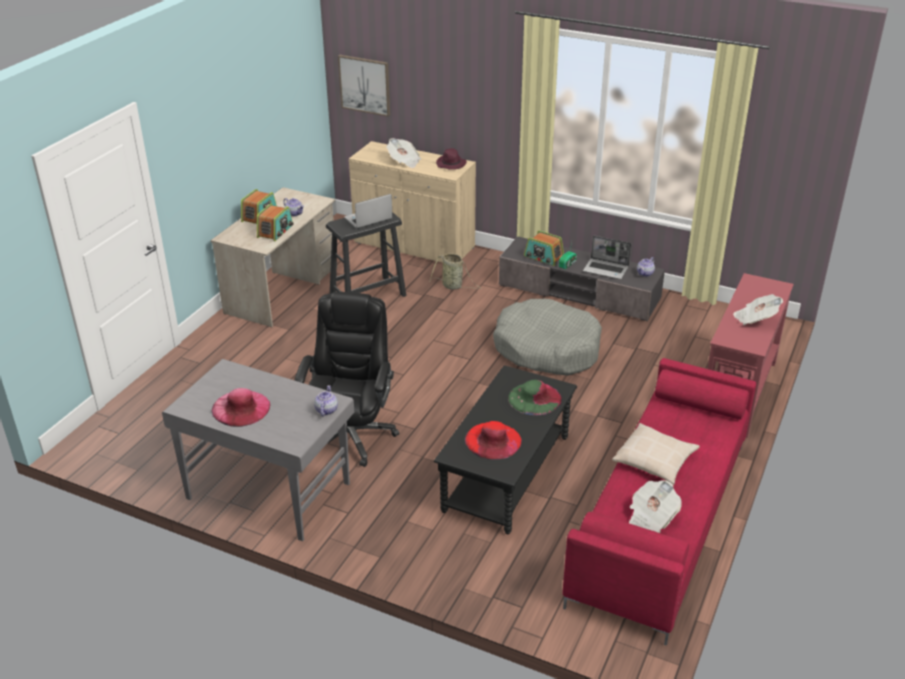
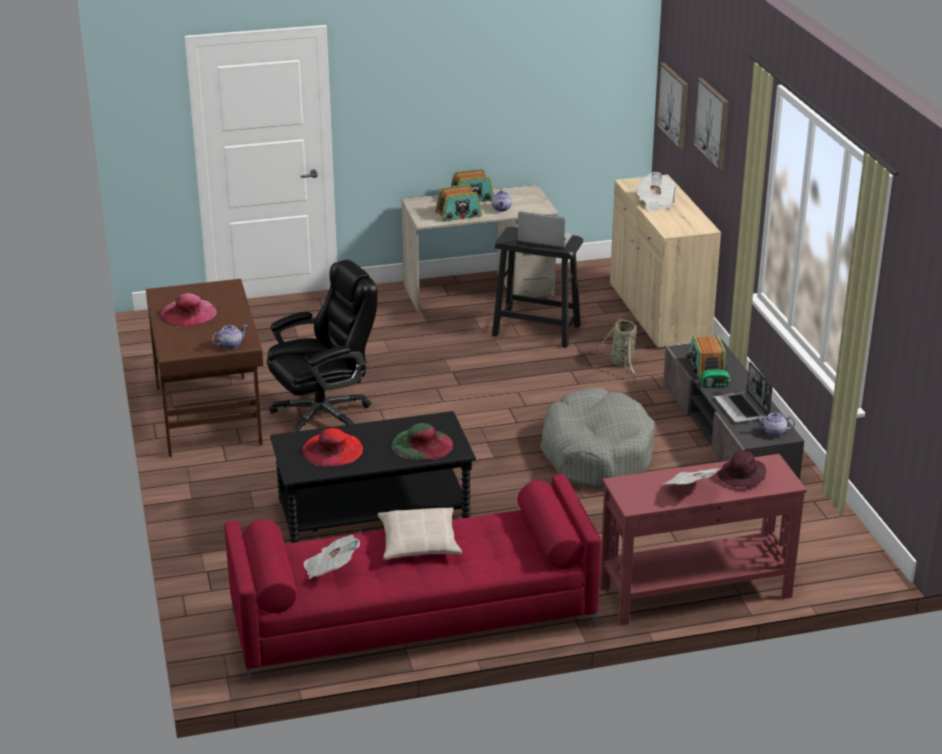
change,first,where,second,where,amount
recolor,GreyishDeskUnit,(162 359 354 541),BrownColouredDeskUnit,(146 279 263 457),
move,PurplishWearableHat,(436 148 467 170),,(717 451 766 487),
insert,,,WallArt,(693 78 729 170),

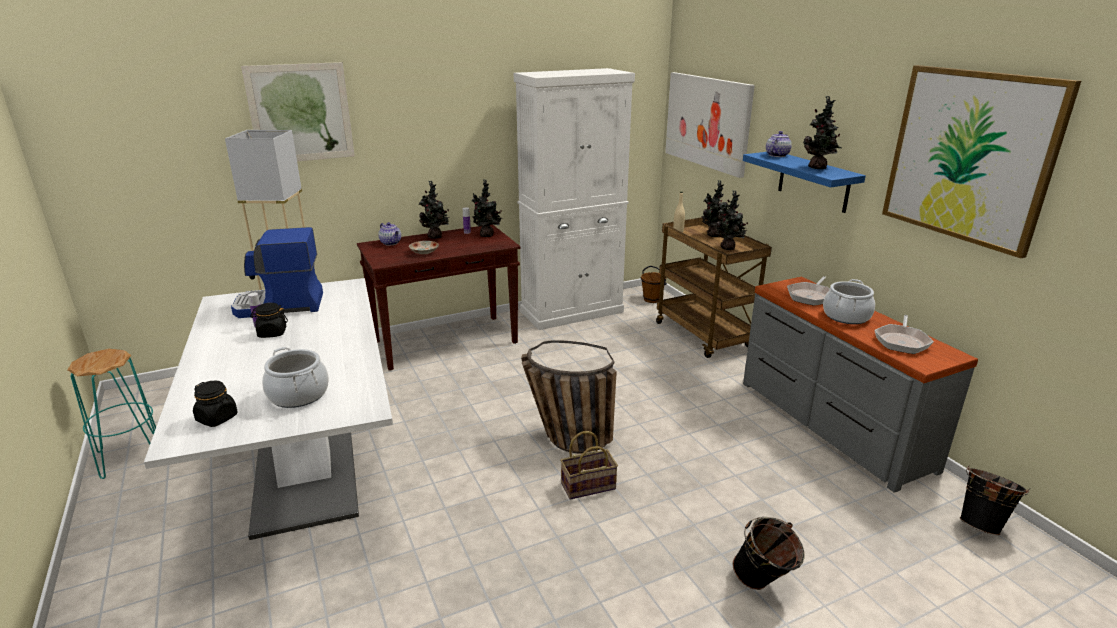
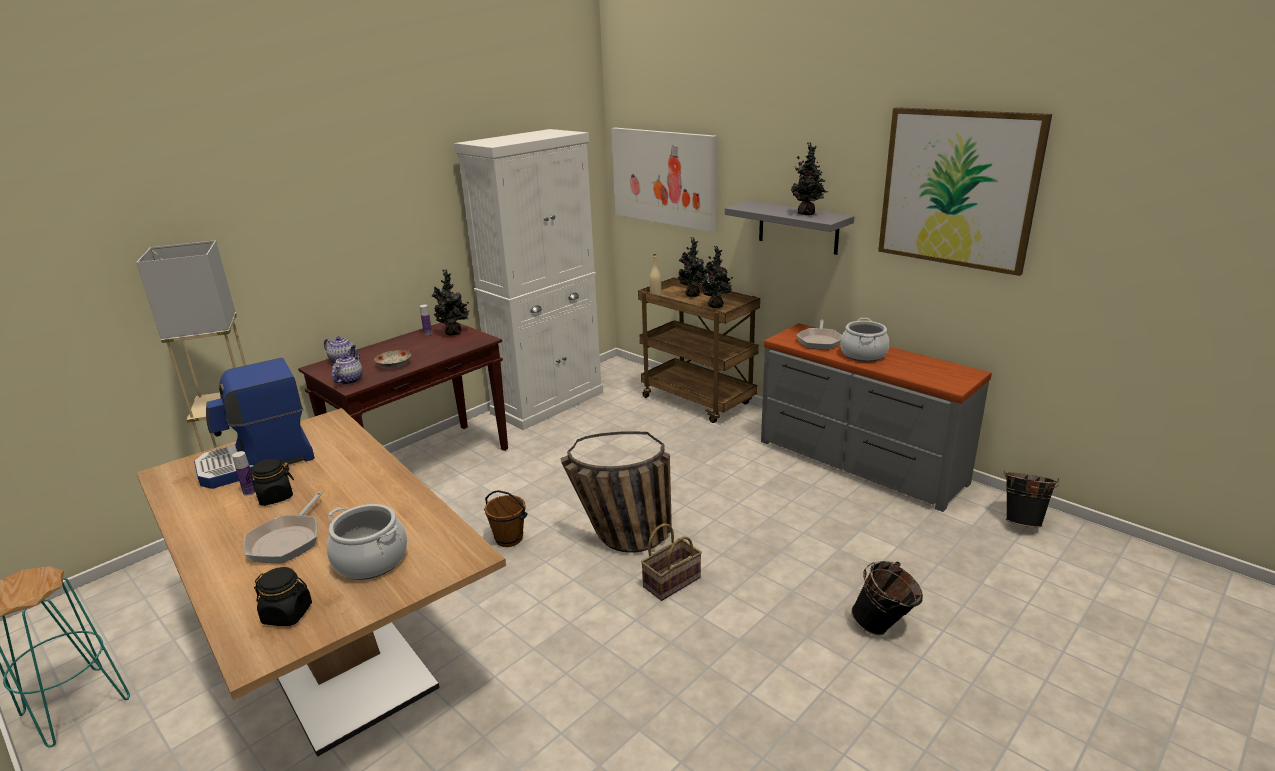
change,first,where,second,where,amount
recolor,WhiteColouredKitchenTable,(144 278 393 540),BrownColouredKitchenTable,(136 408 506 757),
delete,WallArt,(241 62 355 161),,,
delete,PlantInAPot,(419 181 450 239),,,
move,BrownColouredPail,(641 266 667 303),,(484 490 528 547),
recolor,BluishBracketShelf,(743 152 866 213),GreyishBracketShelf,(725 201 855 255),
move,PotForTea,(766 131 792 157),,(332 353 363 385),
move,Pan,(874 315 934 354),,(244 492 322 563),

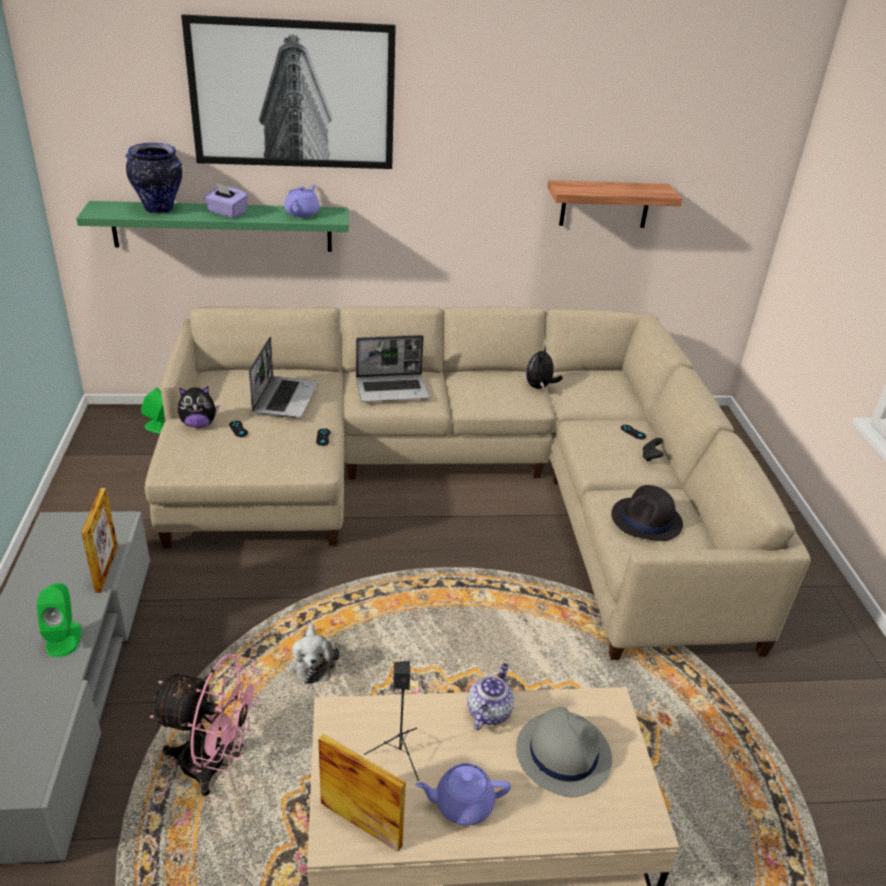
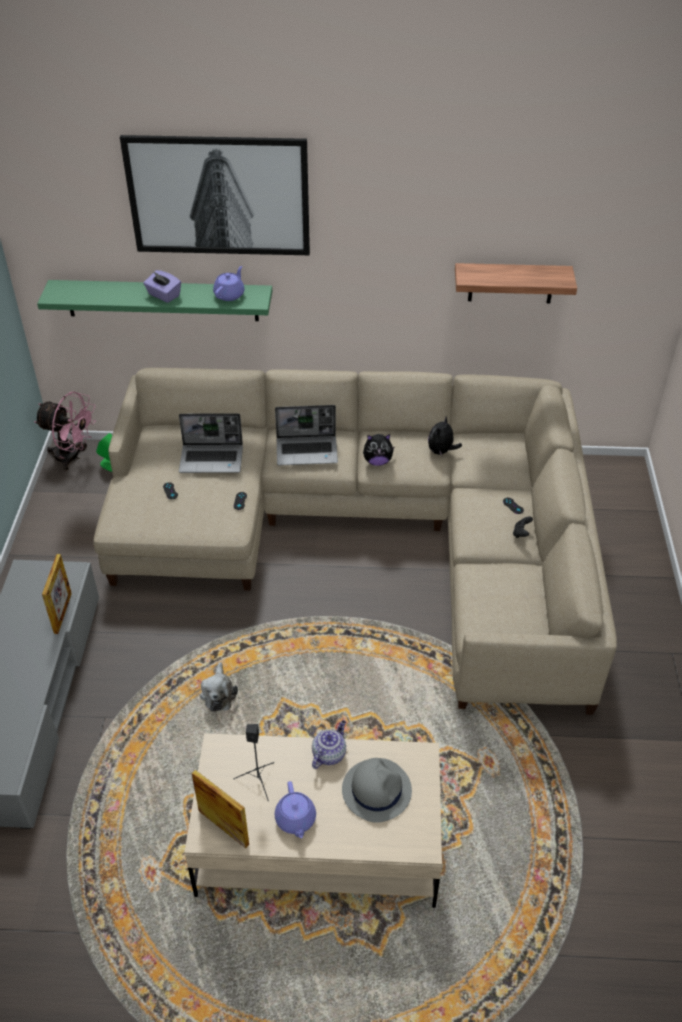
change,first,where,second,where,amount
delete,GreenishLoudspeaker,(36 583 82 657),,,
delete,DecorativeVase,(126 143 182 214),,,
move,PinkishFan,(150 654 261 796),,(34 392 96 471),
move,CuddlyToy,(178 386 219 428),,(363 434 395 466),
rotate,Laptop,(249 337 318 418),,(179 413 243 473),75 degrees clockwise
rotate,PurplishPotForTea,(415 763 511 825),,(275 781 316 838),105 degrees counterclockwise
delete,BlackColouredWearableHat,(611 485 683 541),,,

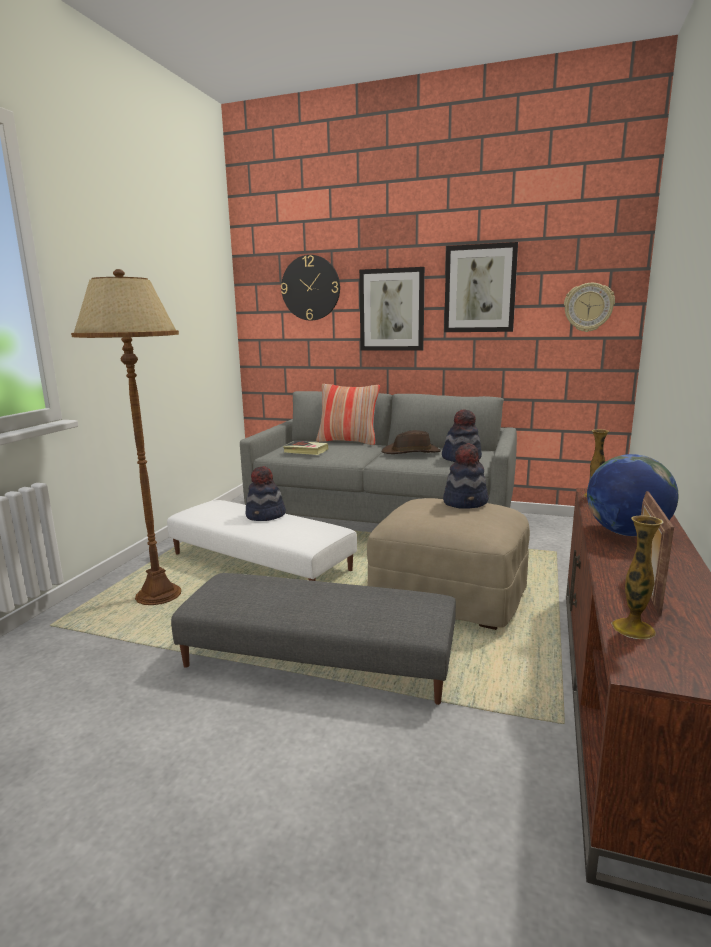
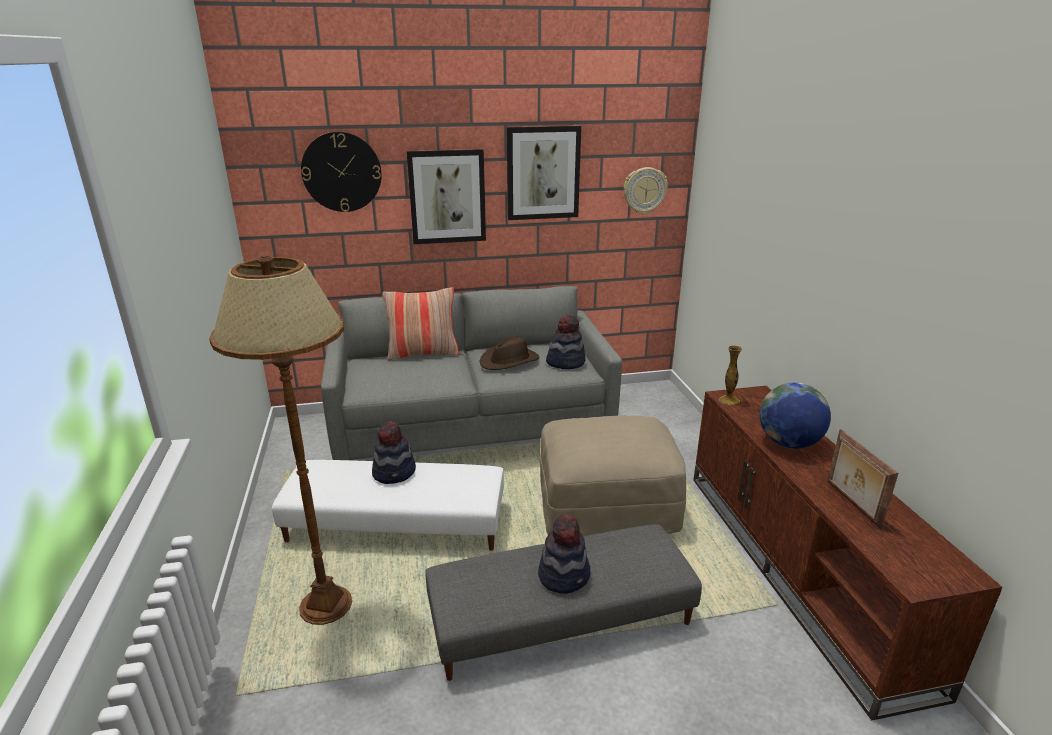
change,first,where,second,where,amount
delete,Volume,(283 441 328 455),,,
move,WearableHat,(443 443 489 509),,(538 514 591 594),
delete,DecorativeVase,(611 516 664 639),,,

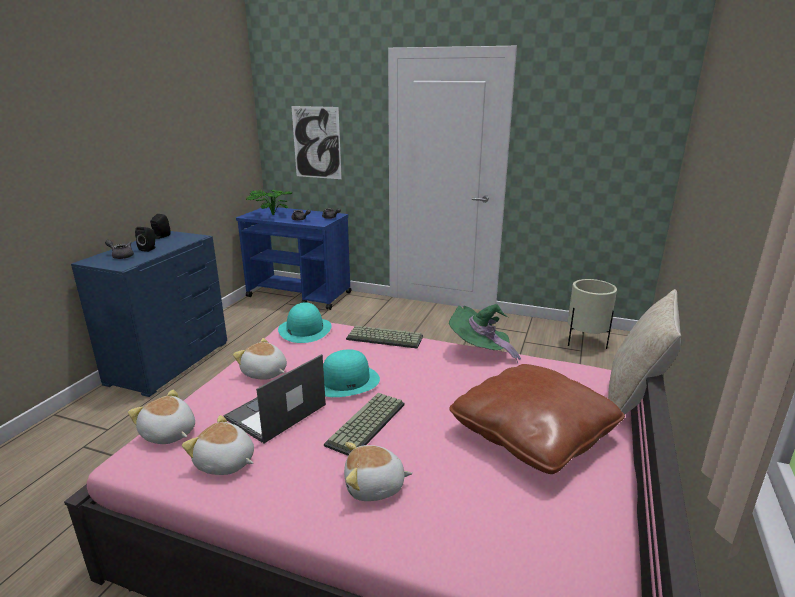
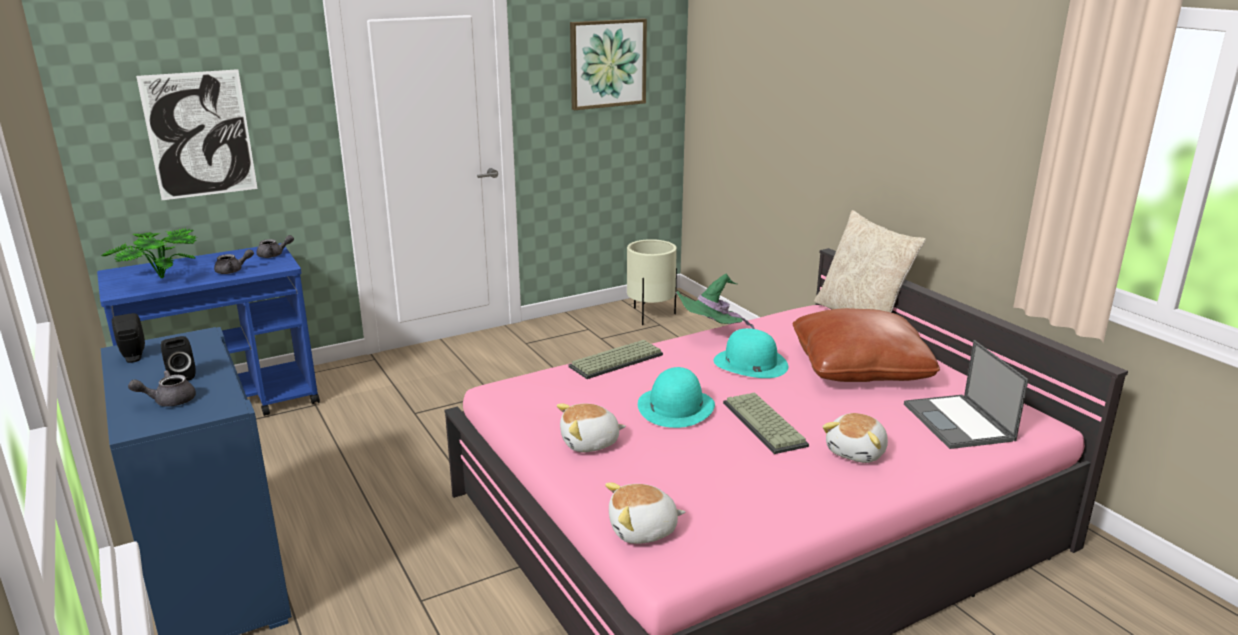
change,first,where,second,where,amount
delete,CuddlyToy,(182 415 254 475),,,
move,Laptop,(223 354 326 444),,(904 340 1029 449),
move,TurquoiseWearableHat,(278 302 332 343),,(714 328 788 378),
insert,,,WallArt,(570 18 647 110),

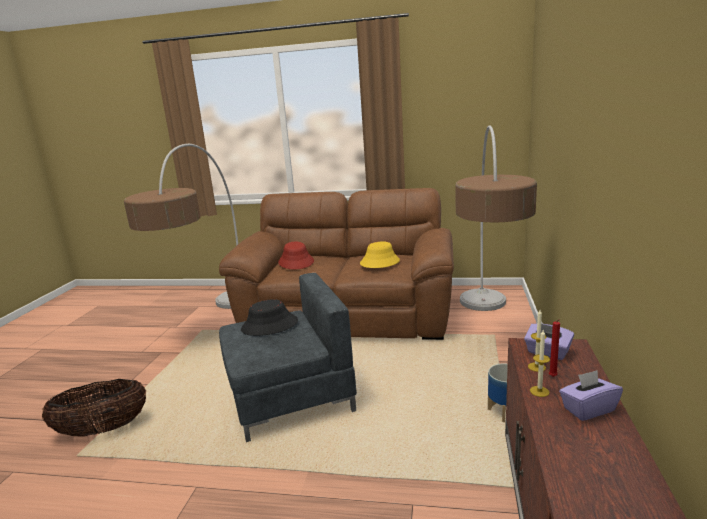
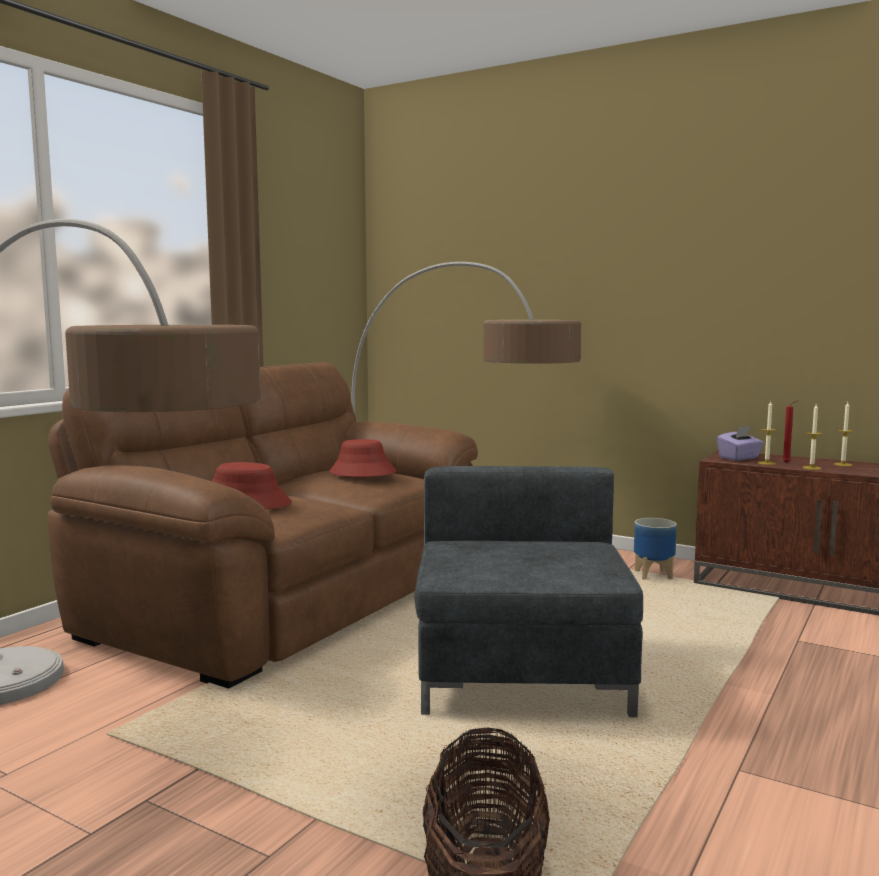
change,first,where,second,where,amount
delete,BlackColouredWearableHat,(241 299 298 336),,,
recolor,YellowishWearableHat,(360 241 400 268),ReddishWearableHat,(329 439 397 477),
replace,PurplishTissueHolder,(559 370 623 421),WaxCandle,(834 402 854 466),

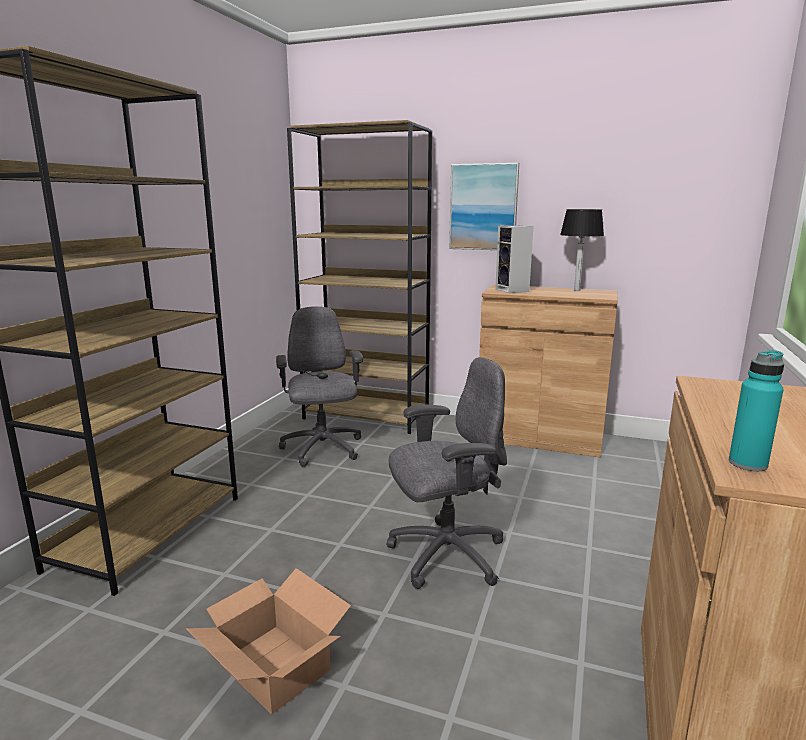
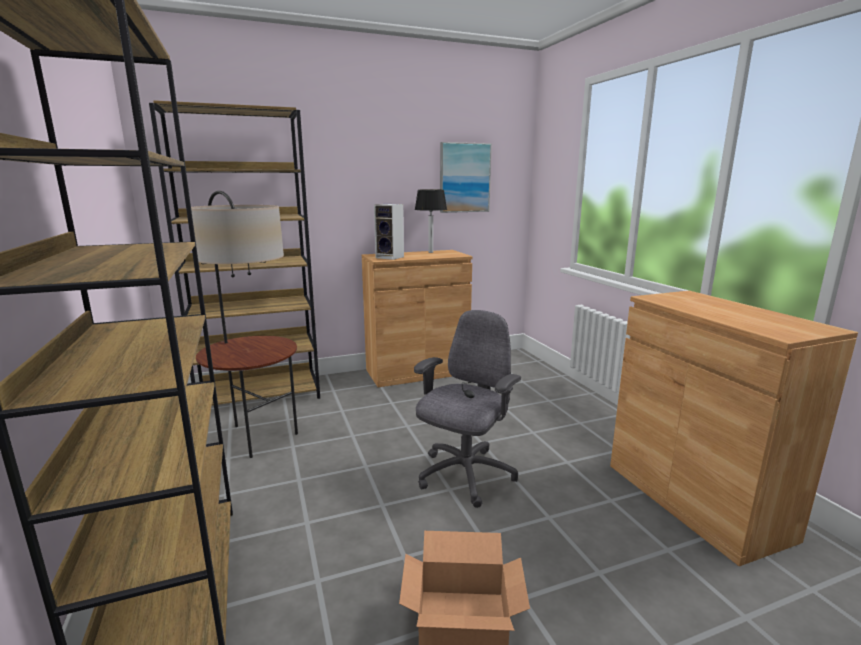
change,first,where,second,where,amount
replace,GreyishOfficeChair,(276 306 363 467),FloorLamp,(191 191 298 458),
move,WallArt,(449 163 519 250),,(440 142 492 213),
delete,TurquoiseDrinkBottle,(729 350 784 471),,,

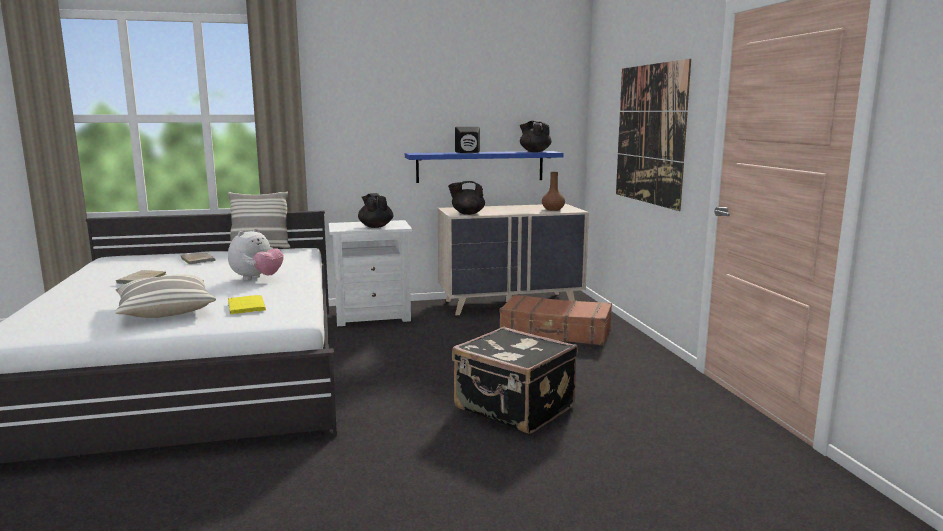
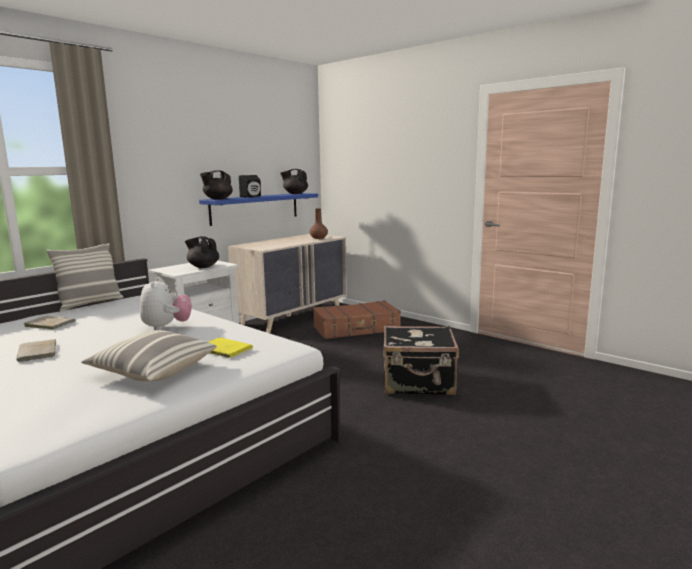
change,first,where,second,where,amount
move,BlackColouredPotForTea,(448 181 485 215),,(200 170 233 200),
delete,WallArt,(616 59 691 211),,,

